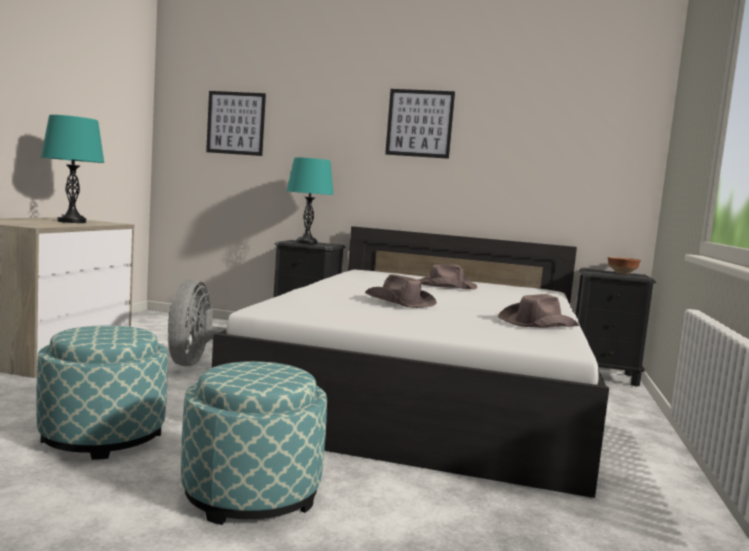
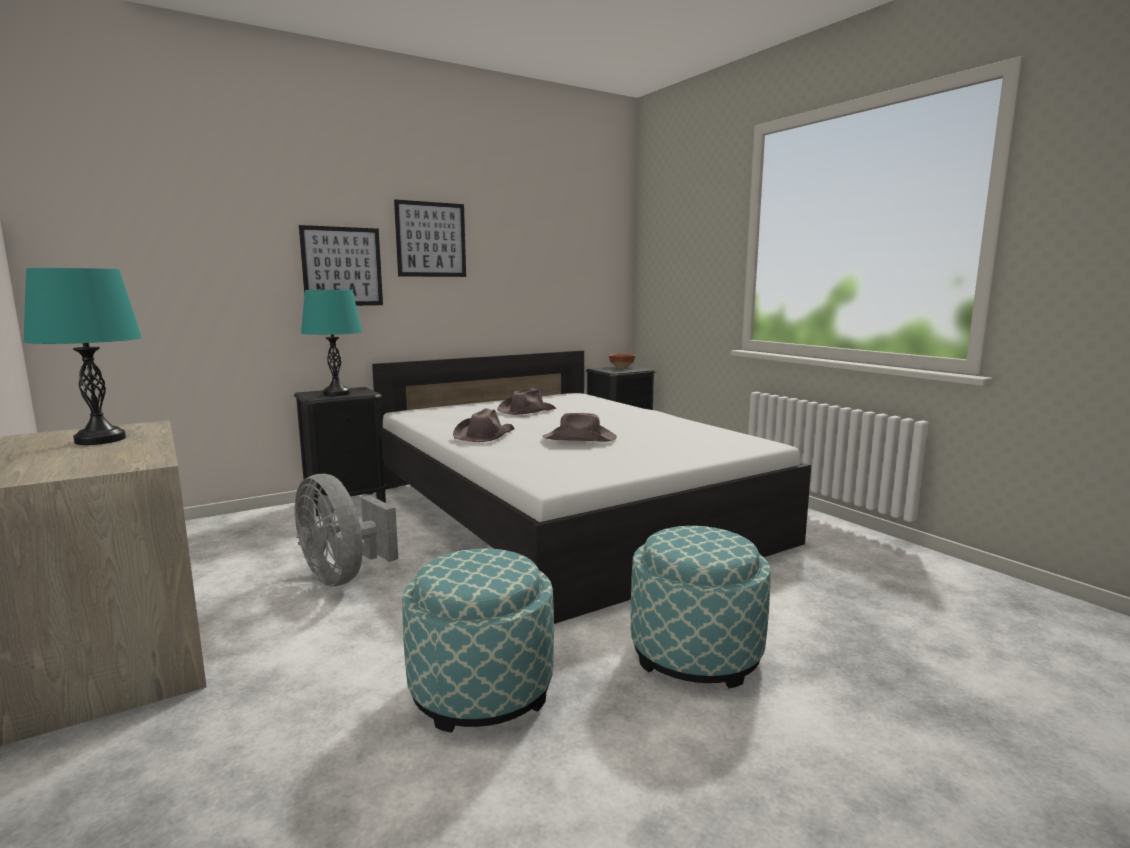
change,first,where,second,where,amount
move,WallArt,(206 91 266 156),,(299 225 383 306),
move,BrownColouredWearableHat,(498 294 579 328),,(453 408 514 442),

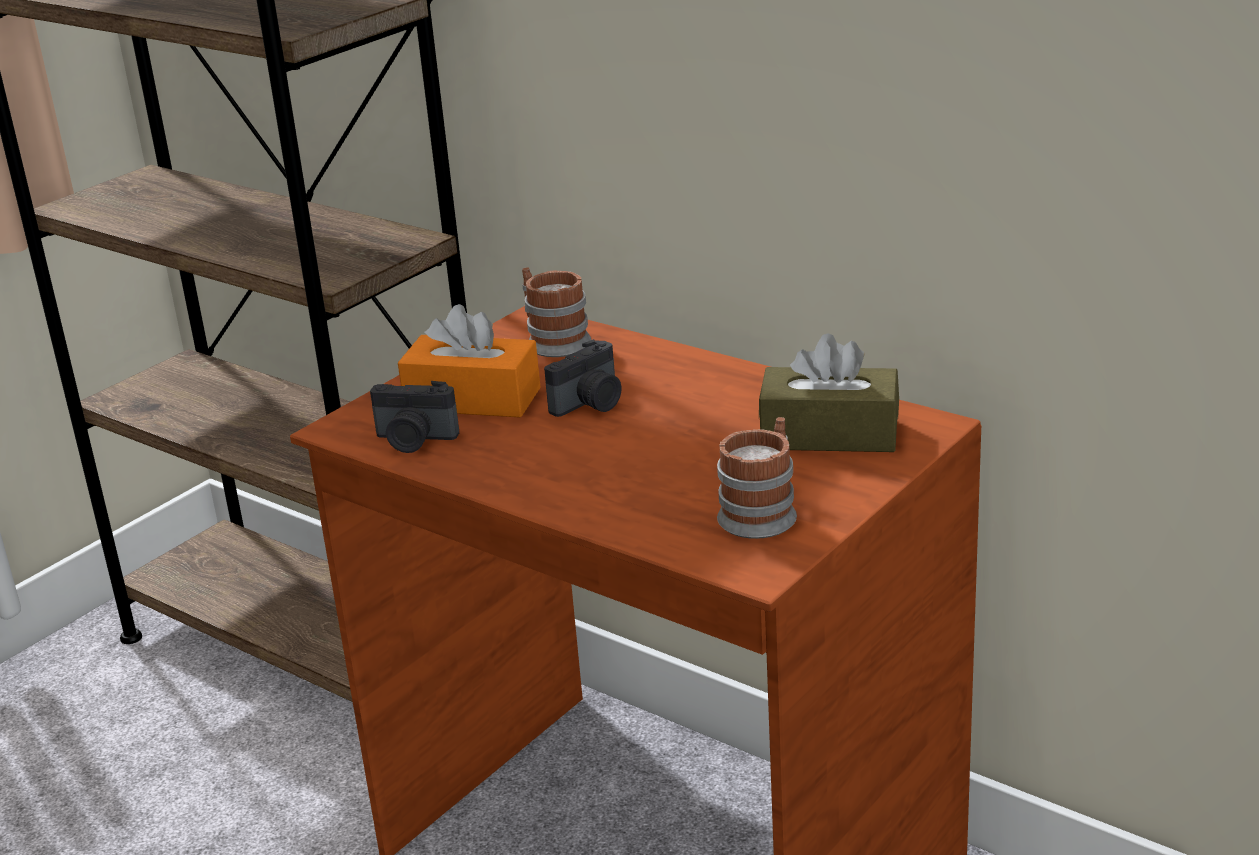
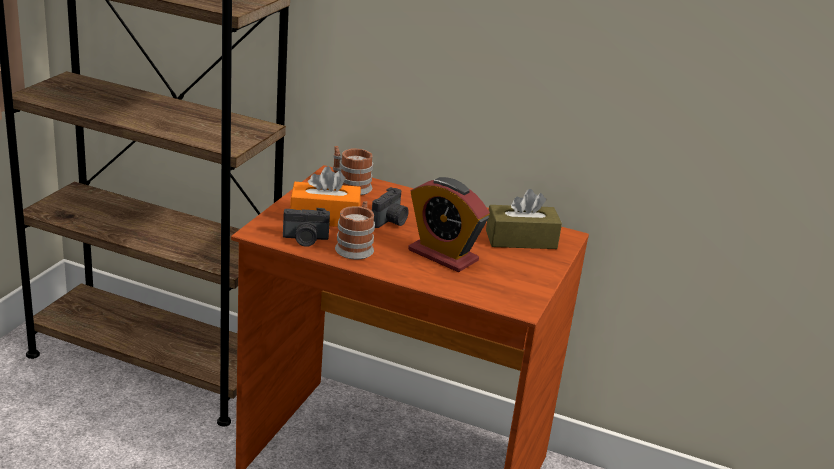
change,first,where,second,where,amount
move,Mug,(717 417 797 539),,(335 201 375 260),
insert,,,AlarmClock,(408 177 490 272),

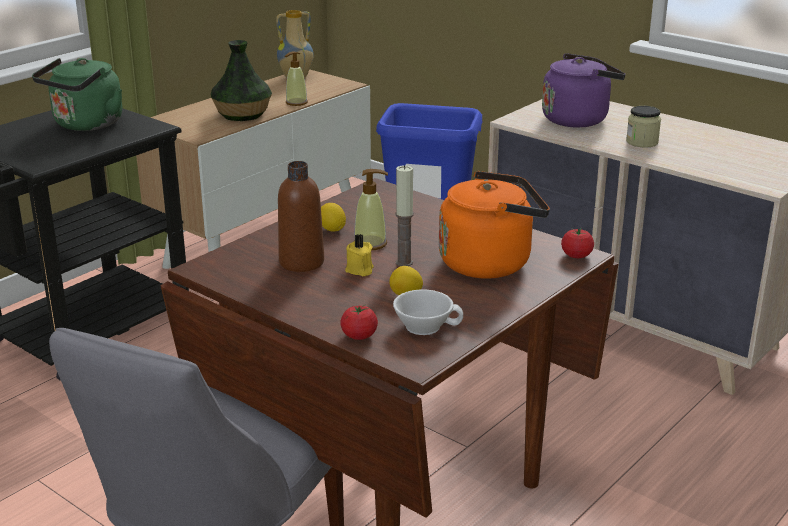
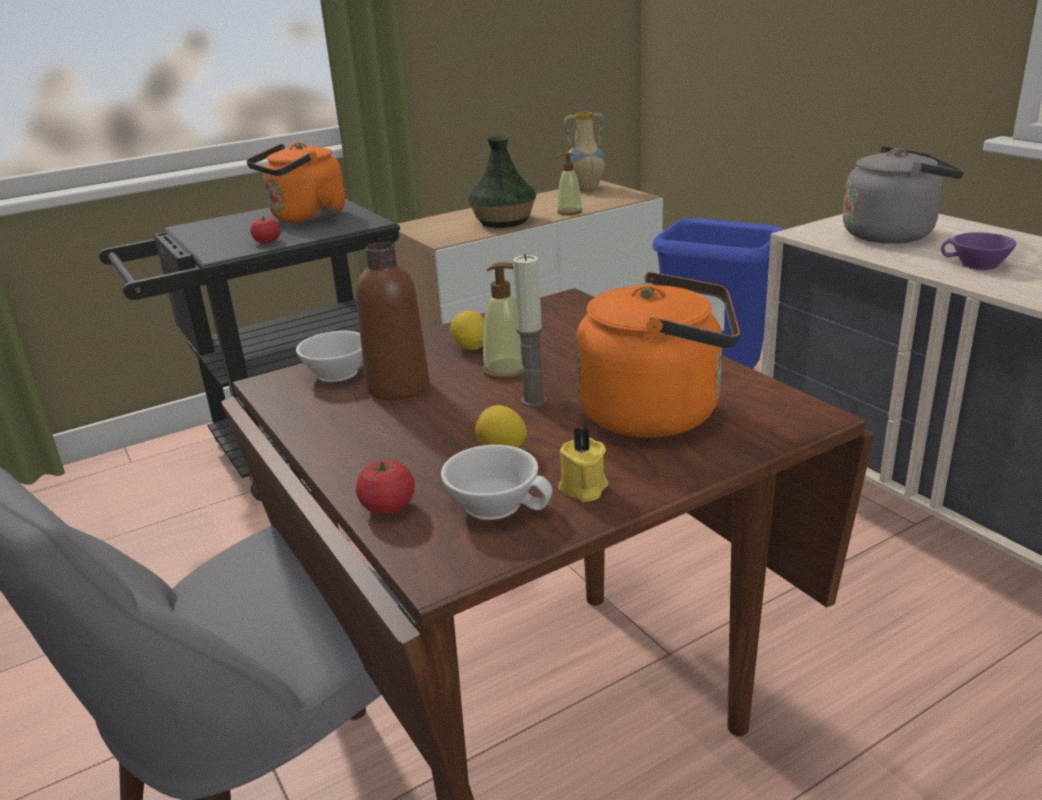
change,first,where,second,where,amount
recolor,GreenishTeaKettle,(32 58 122 131),OrangeColouredTeaKettle,(246 142 345 224),
move,YellowishWaxCandle,(345 234 374 276),,(558 427 609 502),
recolor,PurplishTeaKettle,(542 53 626 128),GreyishTeaKettle,(843 146 964 244),
move,FreshTomato,(561 227 594 258),,(250 216 281 244),
replace,Jar,(626 106 661 147),PurplishCup,(941 232 1017 270),
insert,,,WhiteColouredCup,(296 331 363 382),

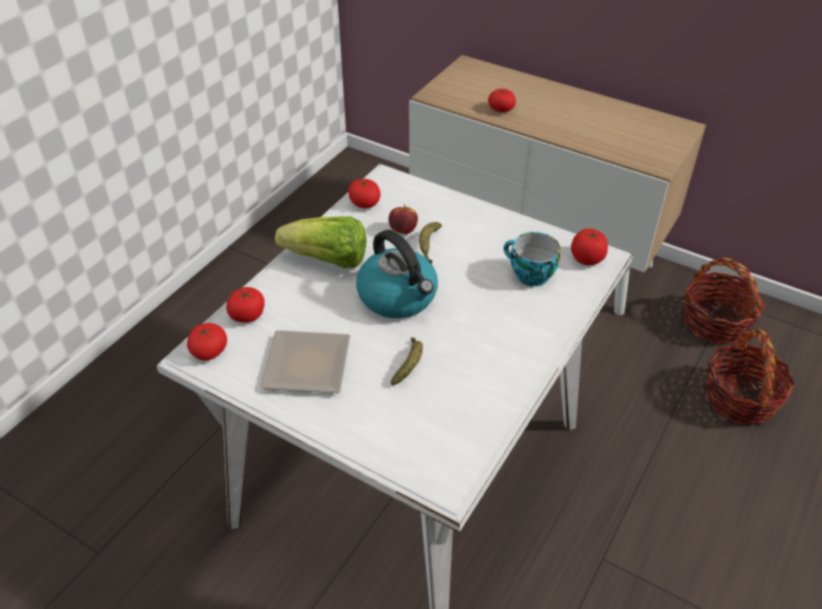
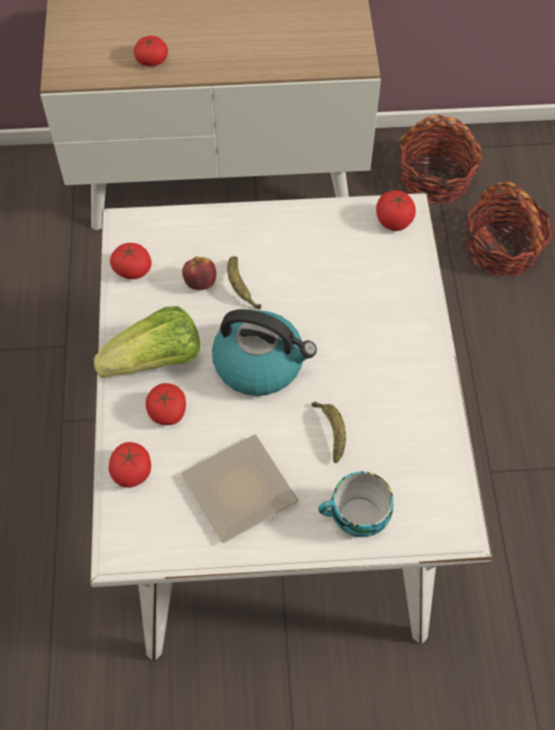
change,first,where,second,where,amount
move,FreshTomato,(187 323 227 360),,(146 383 186 425),
move,Cup,(504 232 560 286),,(318 471 393 537),

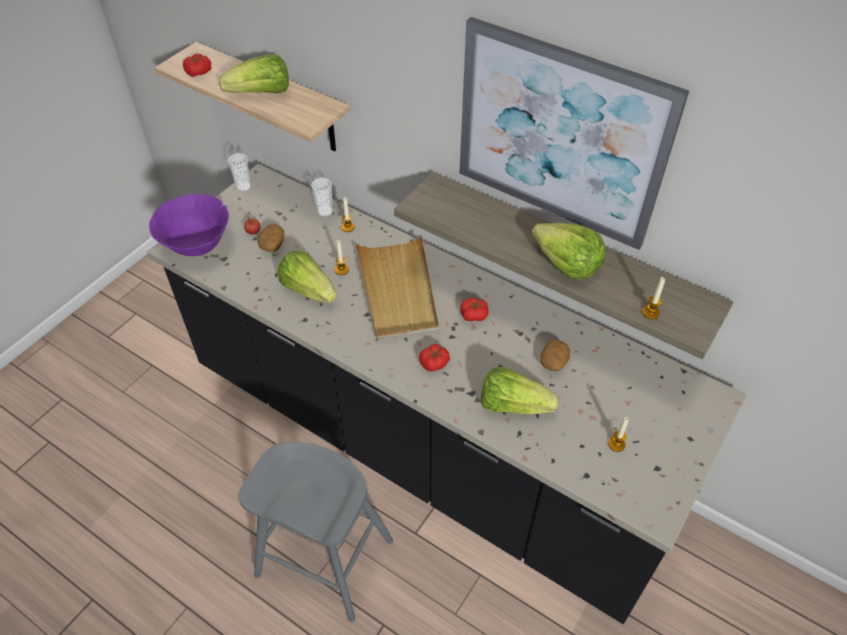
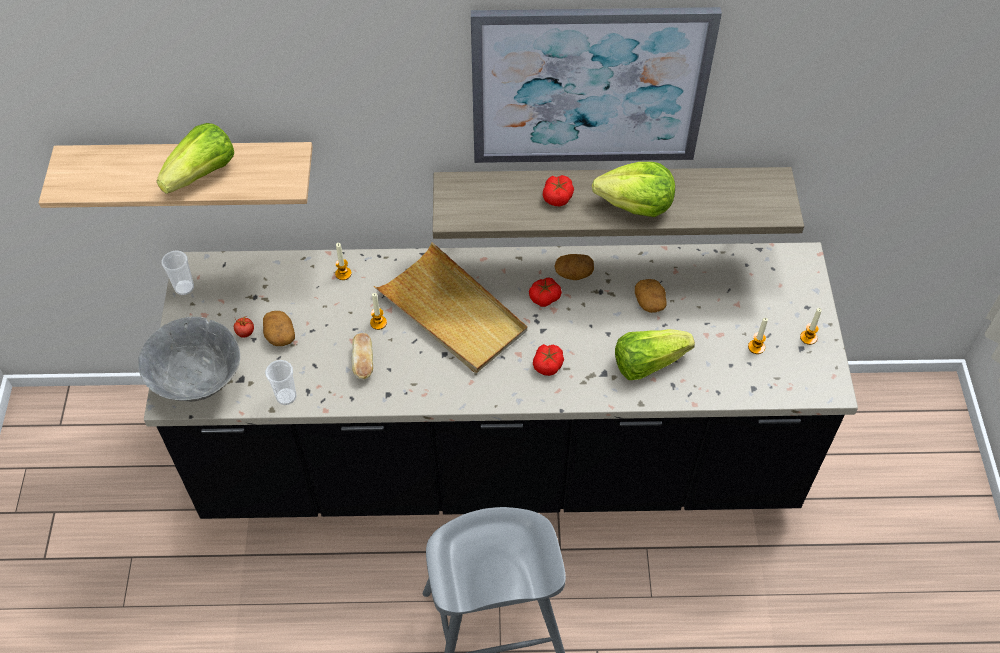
change,first,where,second,where,amount
recolor,PurplishDeepDish,(149 194 229 256),GreyishDeepDish,(138 317 240 401),
move,FreshTomato,(183 54 211 77),,(543 175 574 206),
replace,LettuceHead,(278 251 337 303),BakeryBread,(351 333 373 380),
move,Cup,(311 178 333 217),,(265 360 297 405),
move,WaxCandle,(642 277 665 319),,(800 308 822 345),
insert,,,WholePotato,(554 254 594 280),

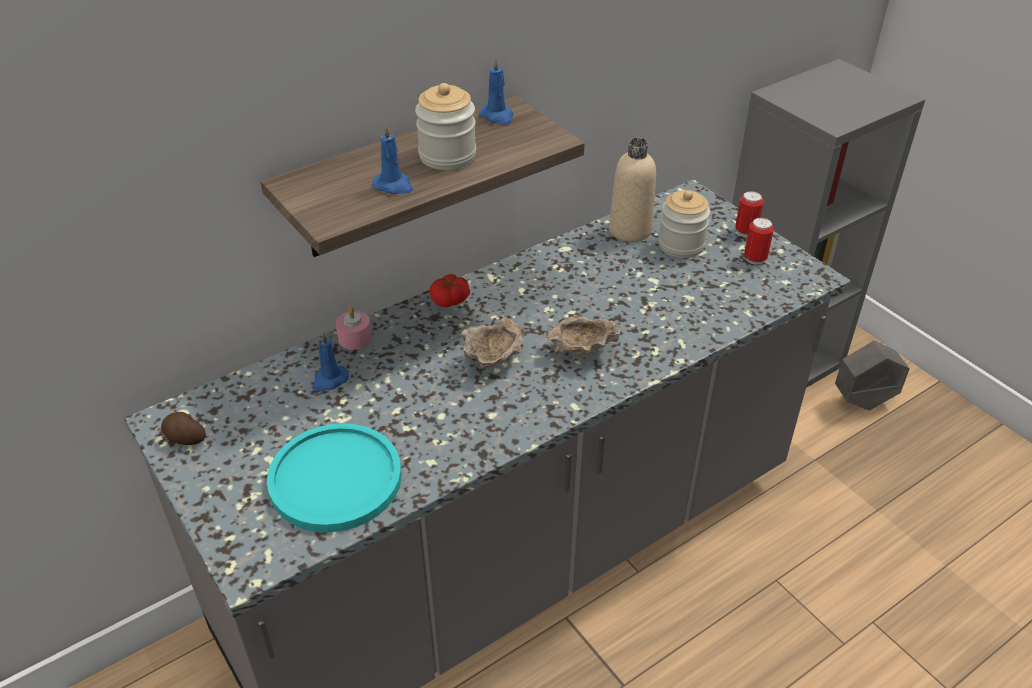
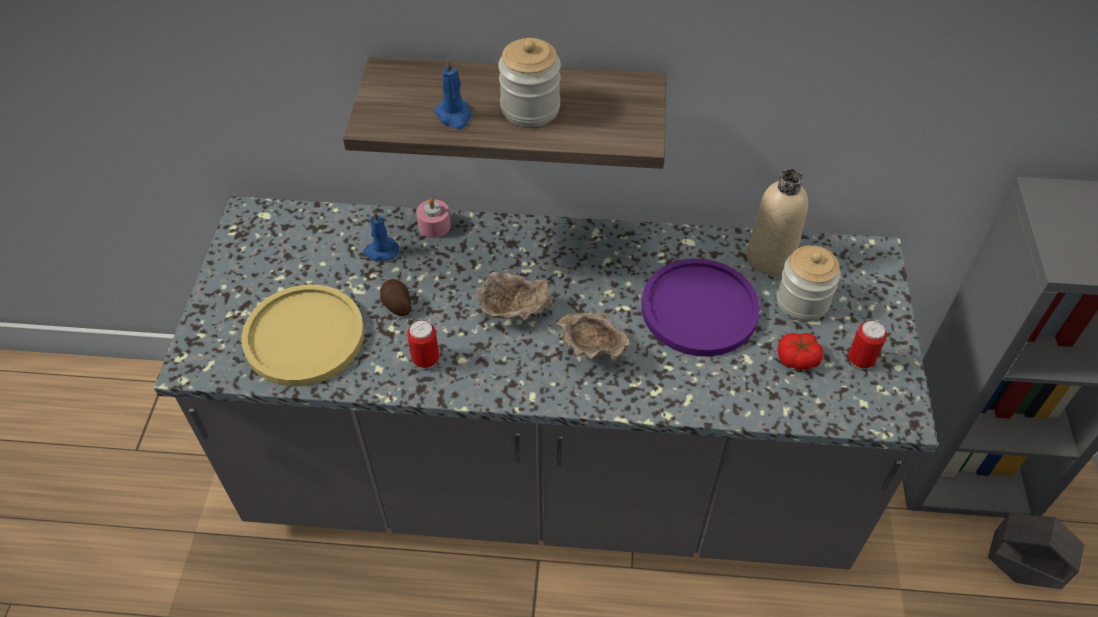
change,first,where,second,where,amount
move,WholePotato,(161 412 206 445),,(380 279 411 316),
recolor,TurquoisePlate,(267 423 402 532),YellowishPlate,(241 284 364 386),
move,FreshTomato,(430 274 470 307),,(778 333 823 370),
delete,BluishWaxCandle,(479 58 513 125),,,
move,MetalCan,(735 191 764 237),,(407 320 439 369),
insert,,,PurplishPlate,(642 259 760 356),

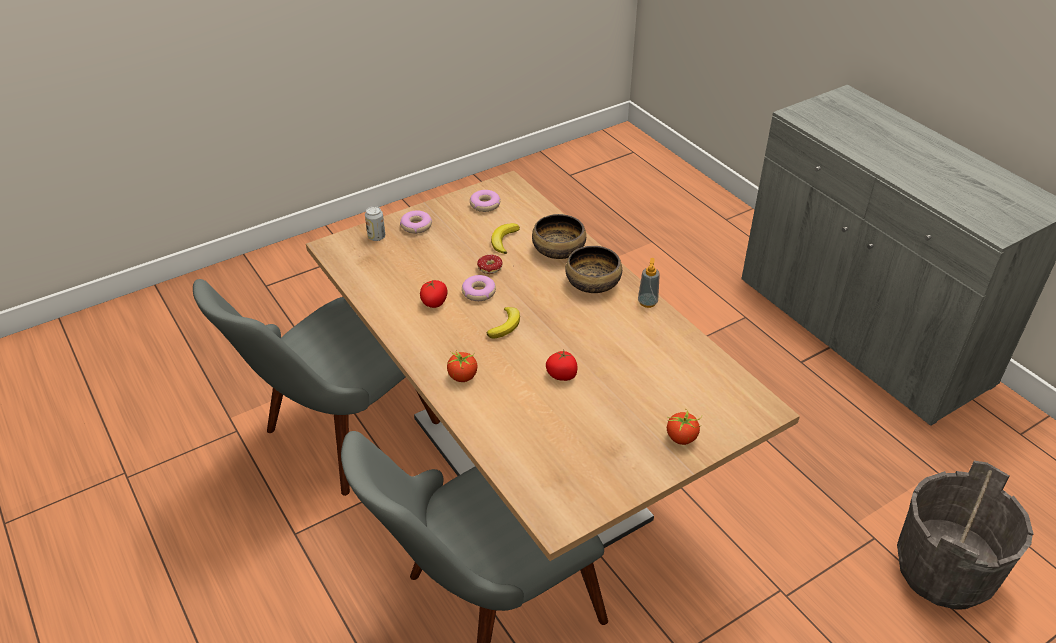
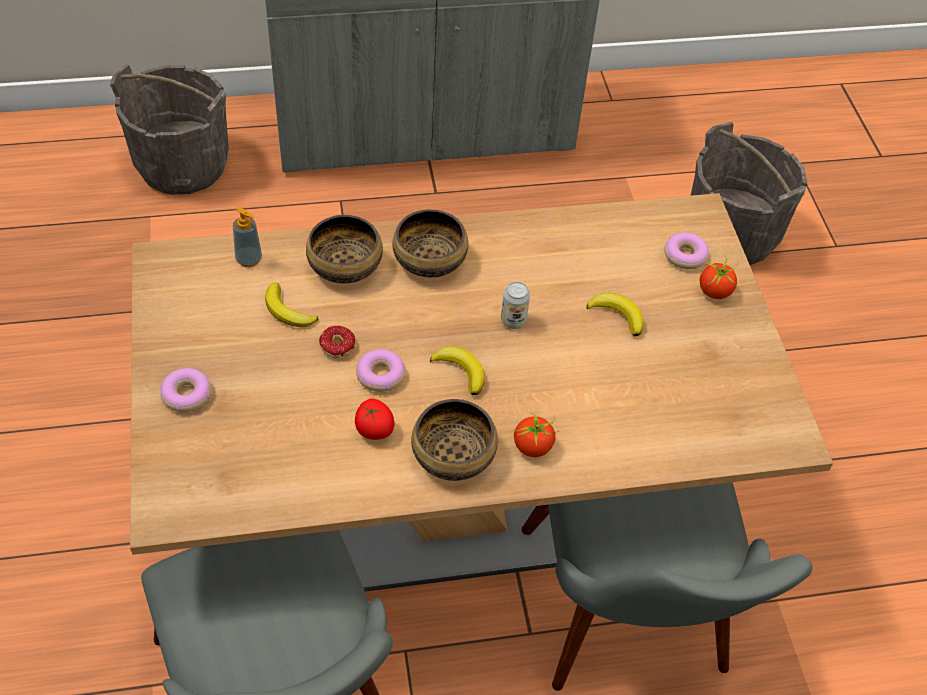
change,first,where,second,where,amount
move,MetalCan,(365 206 385 241),,(501 282 530 329),
move,RingDoughnut,(470 190 500 212),,(664 232 709 269),
delete,FreshTomato,(546 350 578 381),,,
move,LiquidSoapBottle,(638 258 660 308),,(233 207 262 267),
insert,,,GreyishPail,(110 64 229 194),
insert,,,DeepDish,(411 399 498 481),
insert,,,Banana,(586 293 644 336),

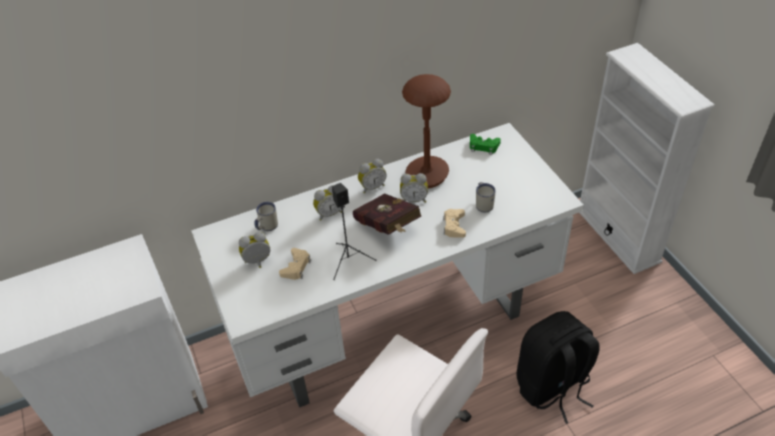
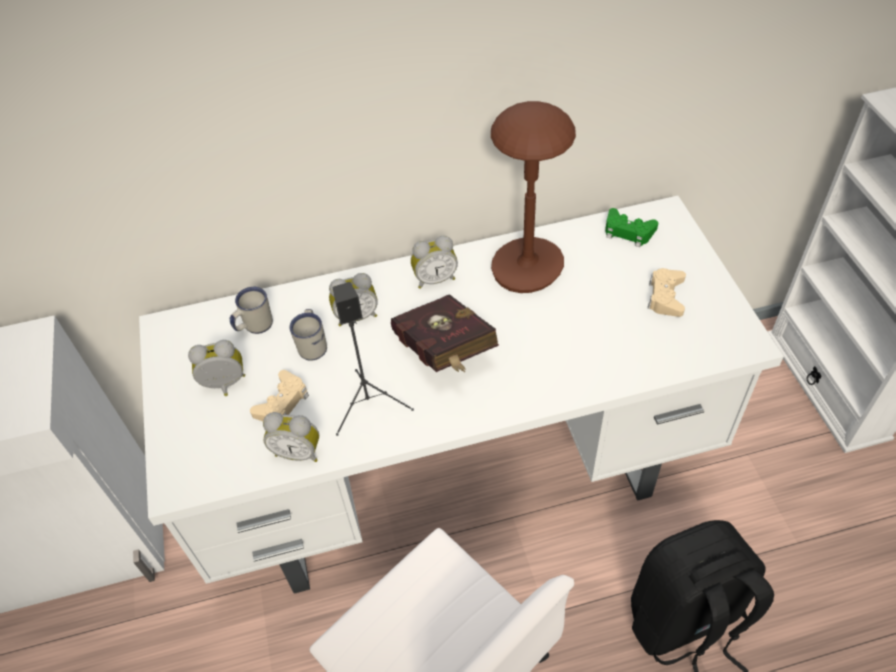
change,first,where,second,where,amount
move,AlarmClock,(400 173 428 203),,(263 412 319 462),
move,BeigeJoypad,(443 209 466 238),,(648 268 686 317),
move,WhiteColouredMug,(476 182 496 213),,(289 309 327 360),

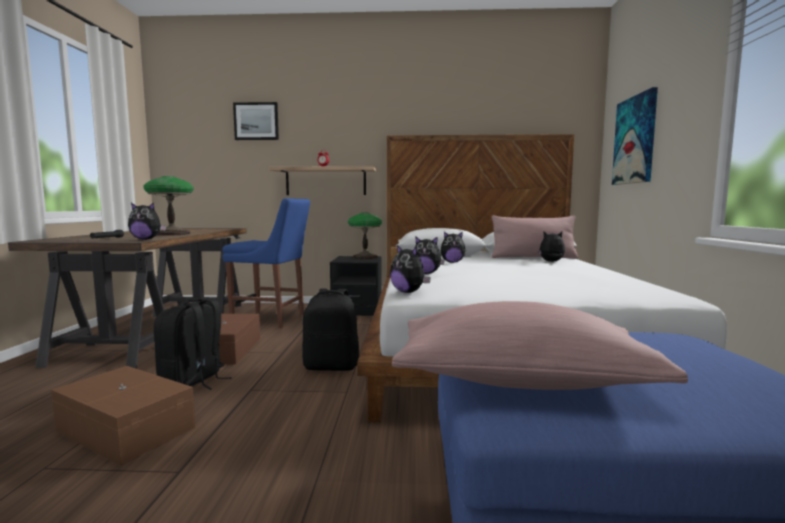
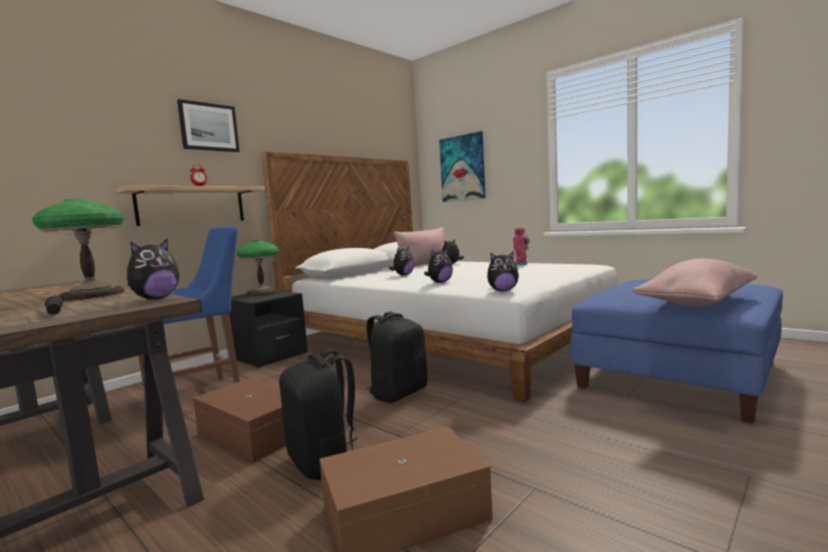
change,first,where,second,where,amount
move,WallArt,(233 102 279 140),,(177 99 240 152),
insert,,,ToyRobot,(513 226 530 265),

